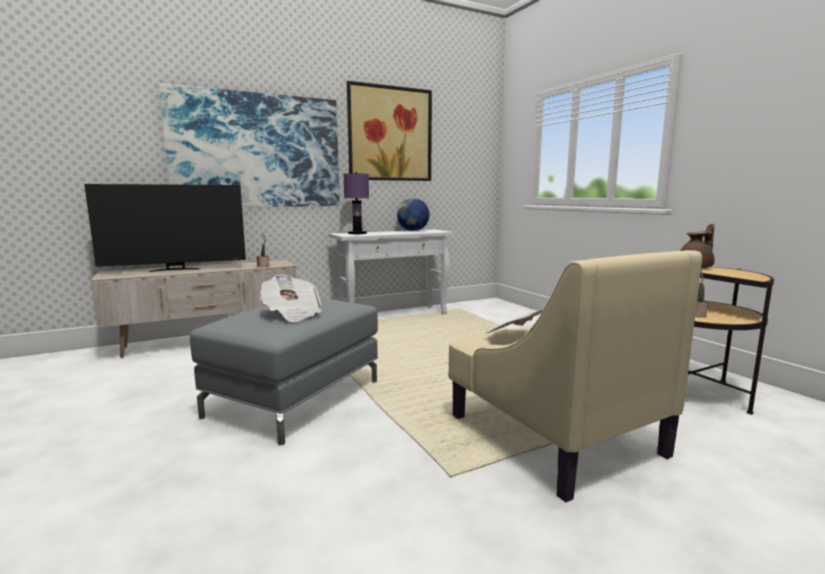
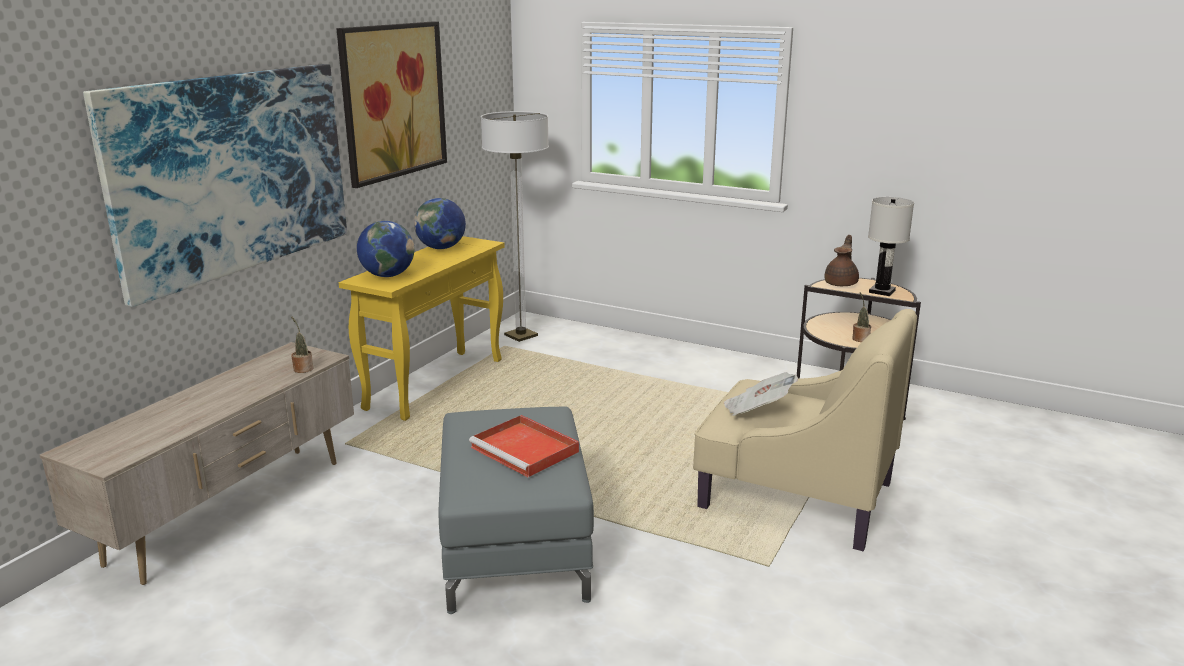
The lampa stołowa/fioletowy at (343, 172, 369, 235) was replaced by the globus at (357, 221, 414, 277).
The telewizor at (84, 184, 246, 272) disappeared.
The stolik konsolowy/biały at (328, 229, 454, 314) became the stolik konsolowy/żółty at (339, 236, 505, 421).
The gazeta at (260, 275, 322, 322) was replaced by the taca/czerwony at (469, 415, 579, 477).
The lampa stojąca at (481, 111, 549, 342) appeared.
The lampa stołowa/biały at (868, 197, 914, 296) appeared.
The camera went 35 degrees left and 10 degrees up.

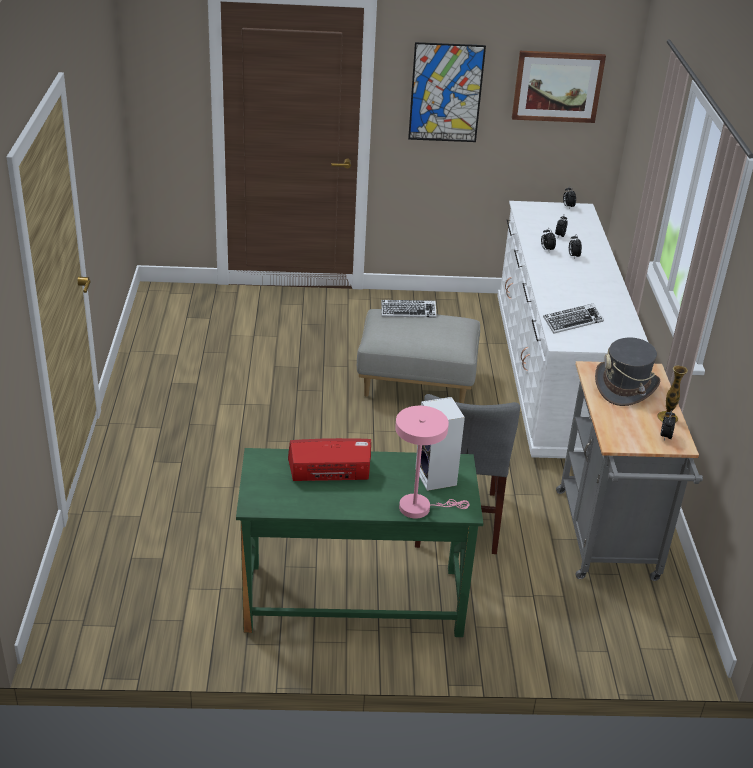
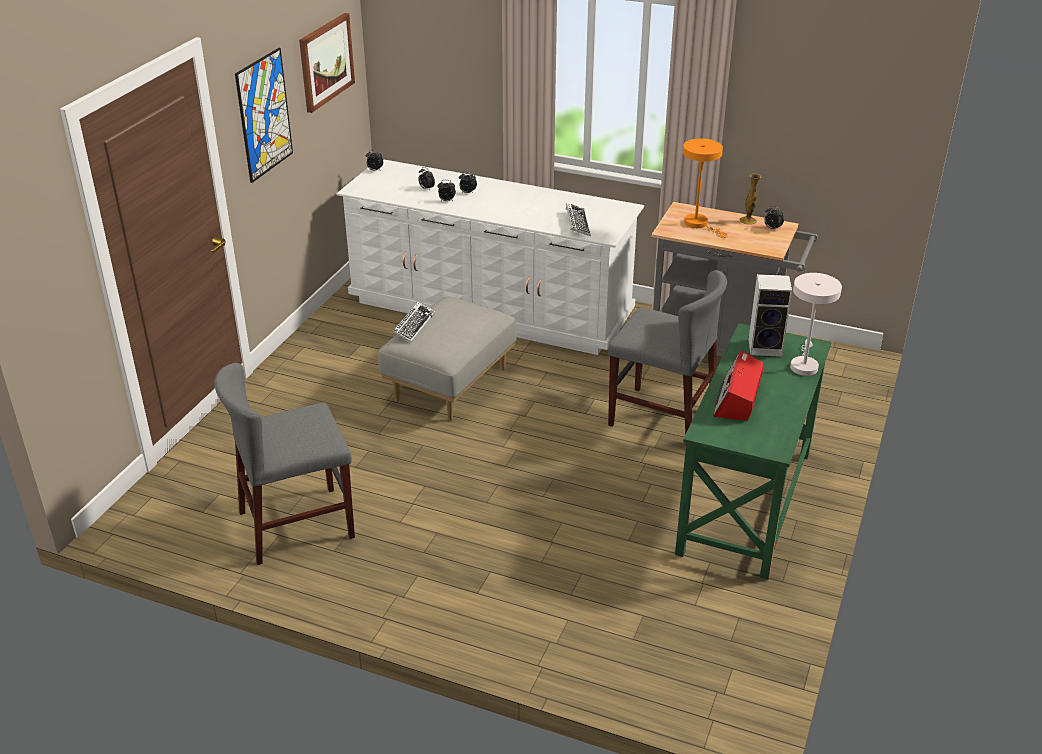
The kapelusz/szary at (595, 338, 661, 406) was replaced by the lampa stołowa/pomarańczowy at (683, 138, 728, 238).
The lampa stołowa/różowy at (395, 406, 470, 519) became the lampa stołowa/biały at (790, 273, 842, 376).
The krzesło/szary at (214, 363, 355, 565) appeared.
The camera went 65 degrees left and 0 degrees up.

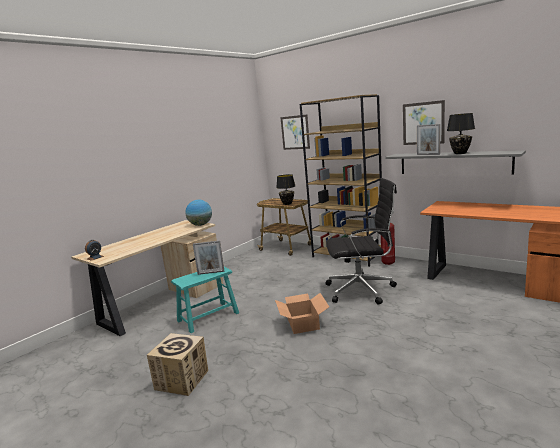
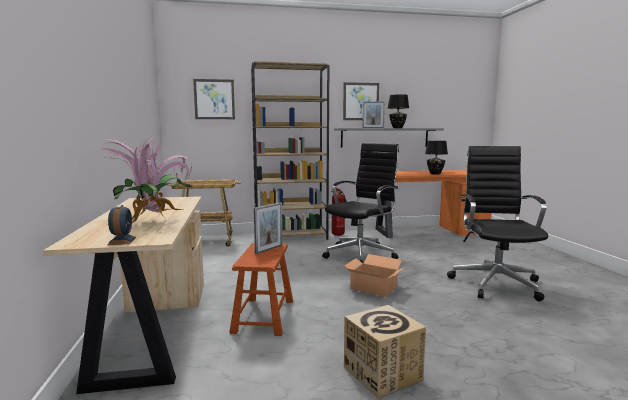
The lampa stołowa/czarny moved from (276, 174, 295, 205) to (425, 141, 448, 175).
The globus at (185, 200, 212, 226) disappeared.
The stołek/turkusowy at (171, 267, 239, 333) became the stołek/brązowy at (229, 243, 293, 336).
The roślina doniczkowa at (103, 136, 192, 223) appeared.
The krzesło biurowe/czarny at (447, 146, 548, 301) appeared.
The camera went 50 degrees left and 5 degrees down.

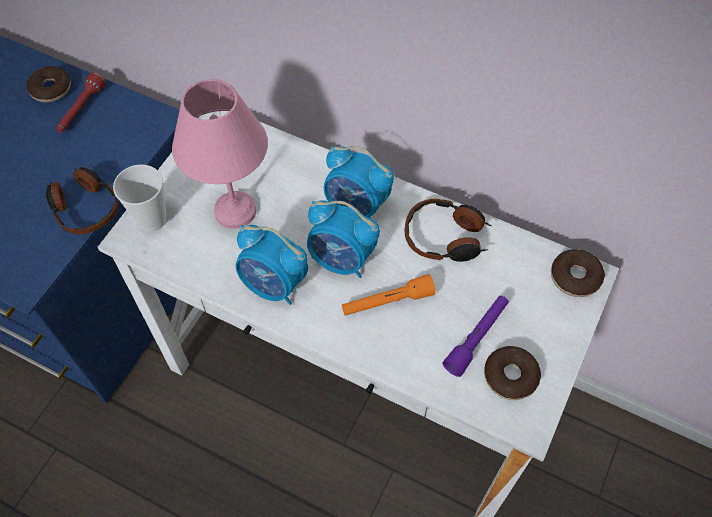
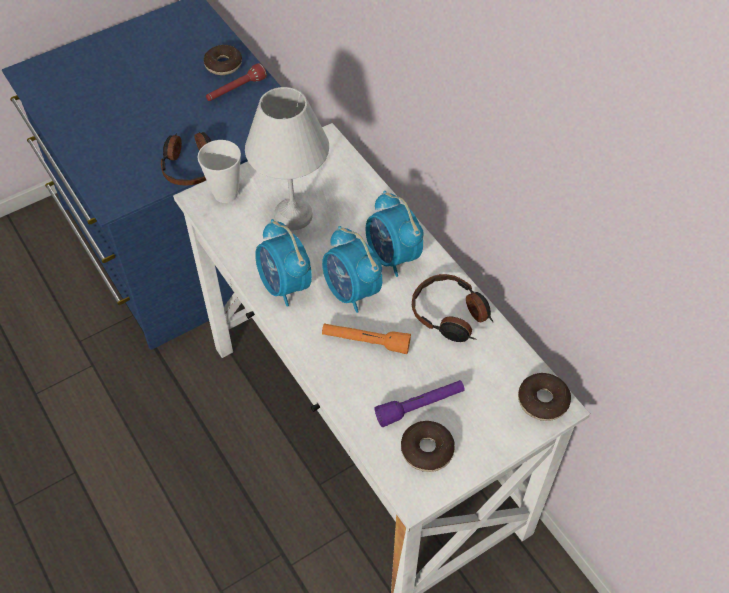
The lampa stołowa/różowy at (172, 79, 268, 229) became the lampa stołowa/biały at (245, 87, 329, 231).
The camera went 30 degrees right and 5 degrees down.

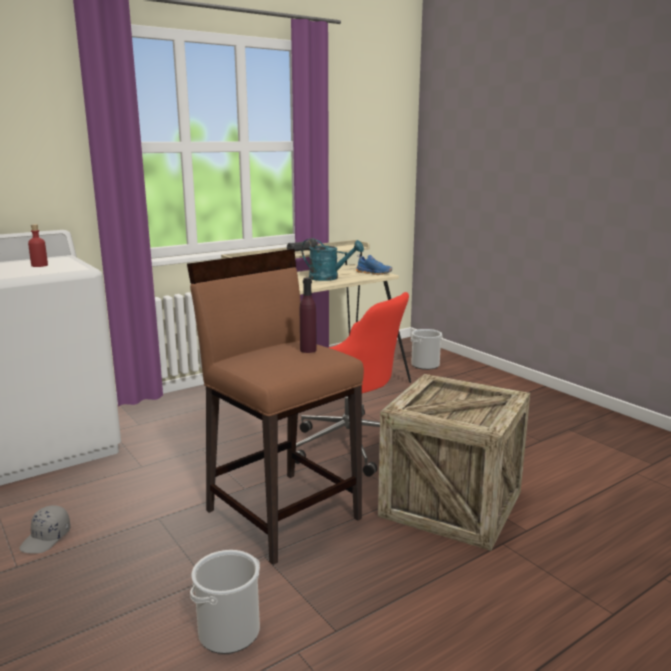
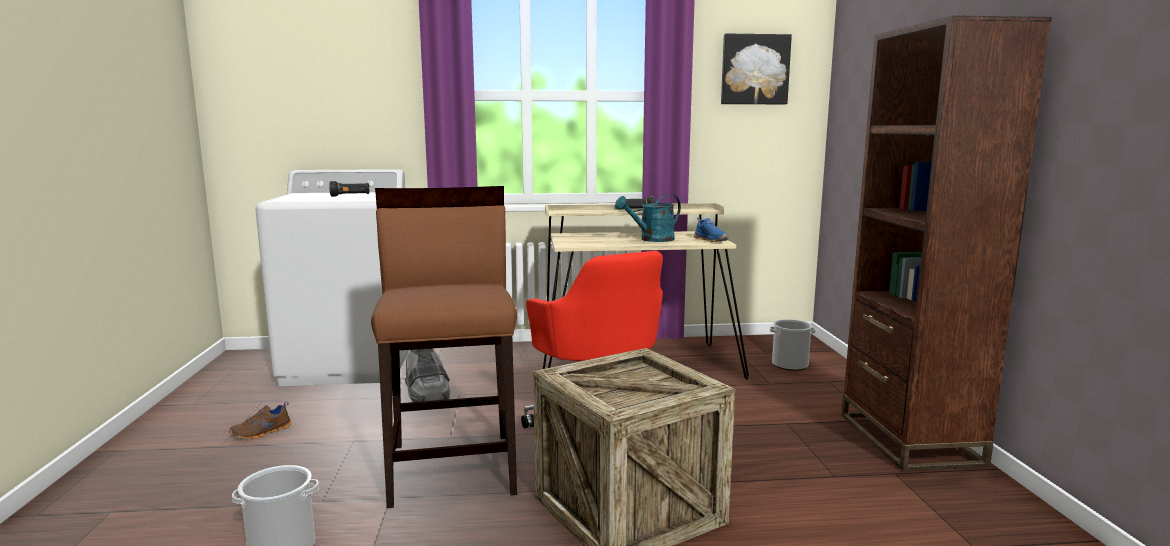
The butelka/czerwony at (28, 224, 48, 267) was replaced by the latarka/czarny at (329, 181, 369, 197).
The konewka/turkusowy at (301, 238, 364, 281) turned 105 degrees clockwise.
The butelka/fioletowy at (300, 278, 316, 353) disappeared.
The czapka z daszkiem/szary at (19, 505, 70, 554) was replaced by the but/brązowy at (229, 402, 291, 439).
The regał/brązowy at (841, 15, 1052, 471) appeared.
The obraz at (721, 34, 792, 104) appeared.
The but z cholewką/szary at (405, 348, 451, 402) appeared.
The camera went 30 degrees right and 5 degrees down.

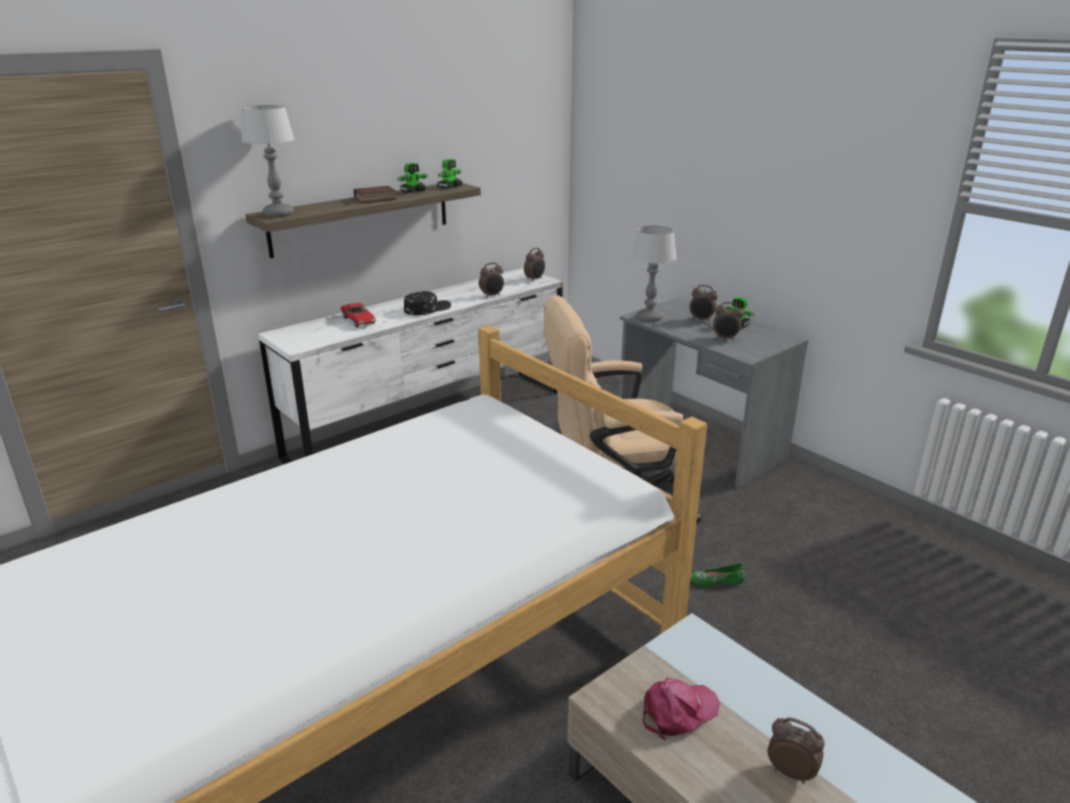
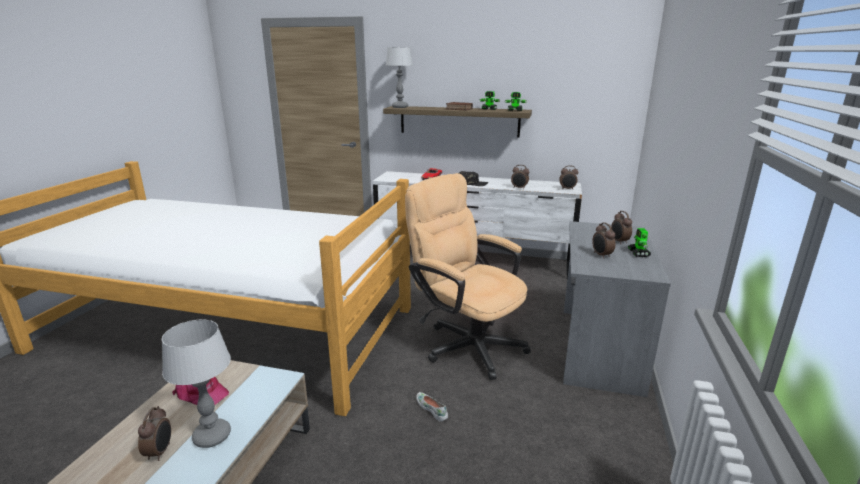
The lampa stołowa moved from (631, 225, 676, 322) to (162, 319, 231, 448).
The but/zielony at (690, 563, 745, 587) became the but/biały at (416, 392, 448, 421).
The camera went 55 degrees right and 5 degrees down.

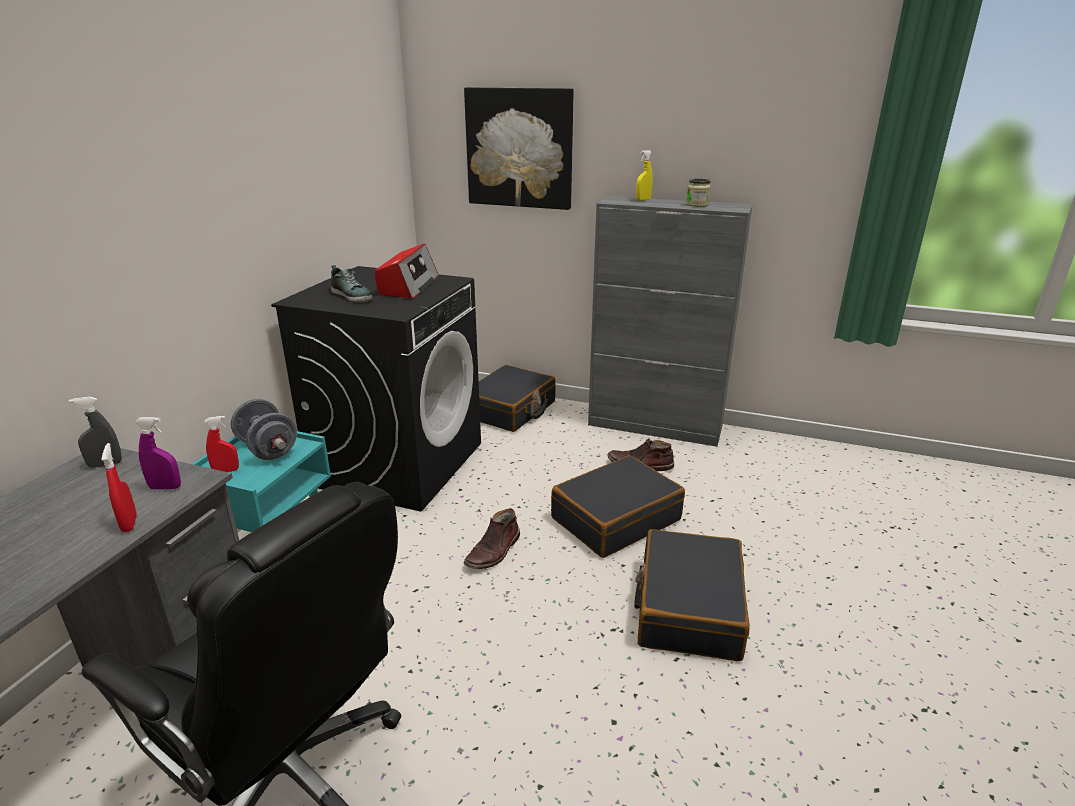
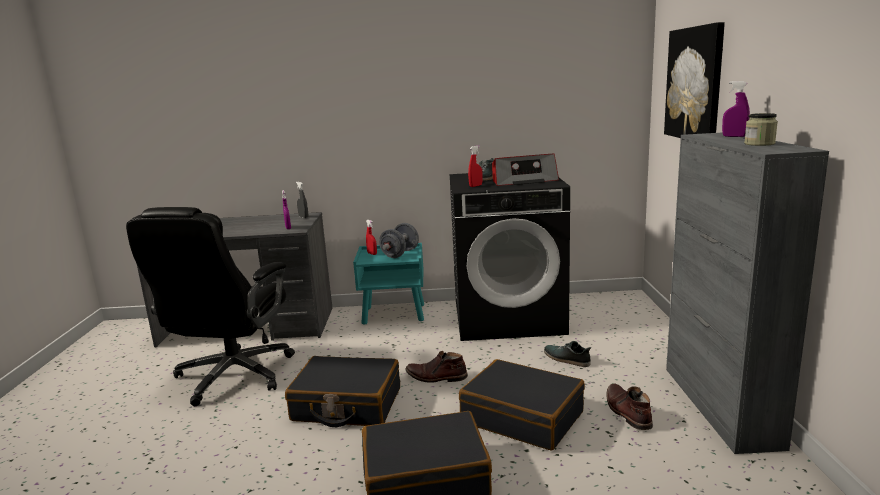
The spryskiwacz/żółty at (636, 150, 653, 201) became the spryskiwacz/fioletowy at (722, 81, 750, 137).
The walizka/czarny moved from (479, 365, 556, 432) to (285, 356, 400, 427).
The spryskiwacz/czerwony moved from (101, 443, 137, 532) to (468, 145, 483, 187).
The but at (544, 341, 591, 367) appeared.
The camera went 70 degrees right and 10 degrees down.

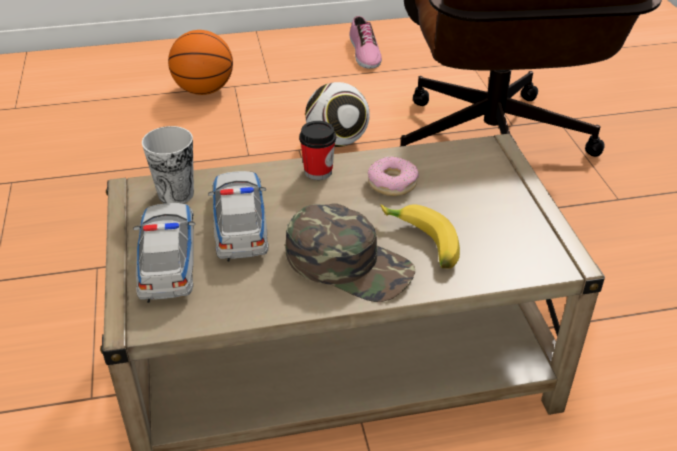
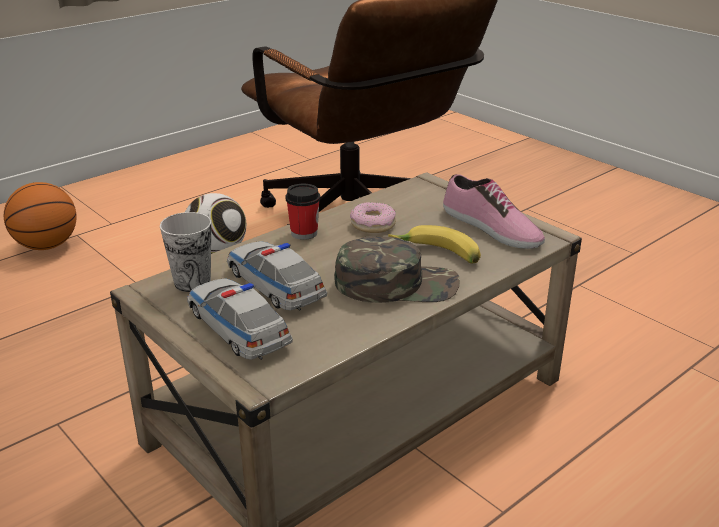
The but moved from (350, 16, 382, 69) to (443, 174, 545, 249).
The camera went 30 degrees left and 10 degrees down.

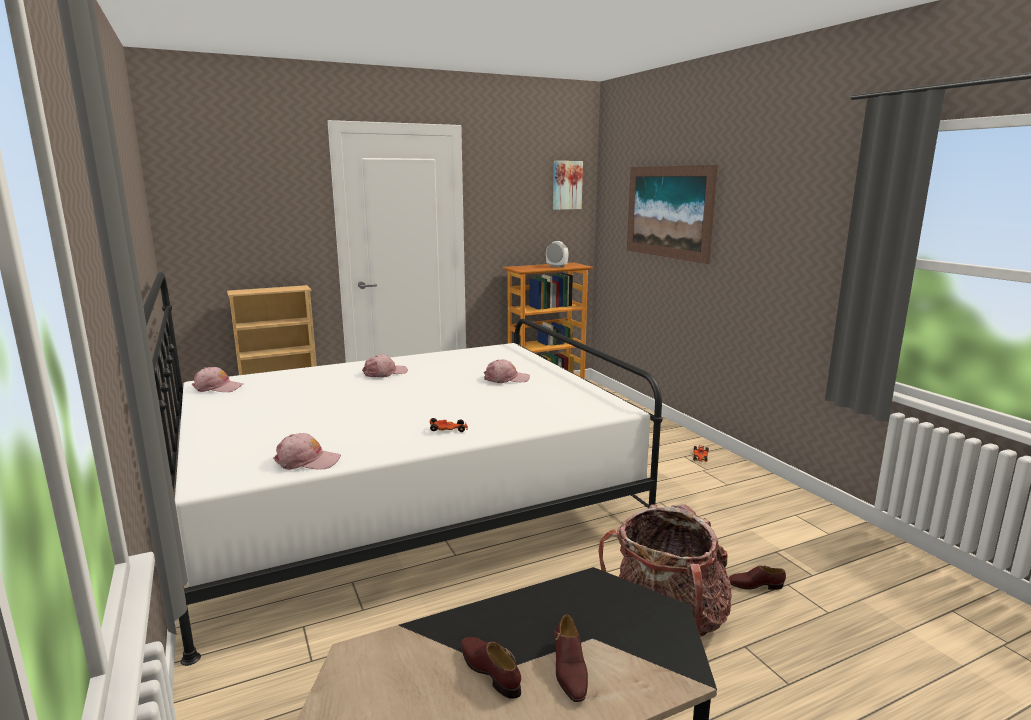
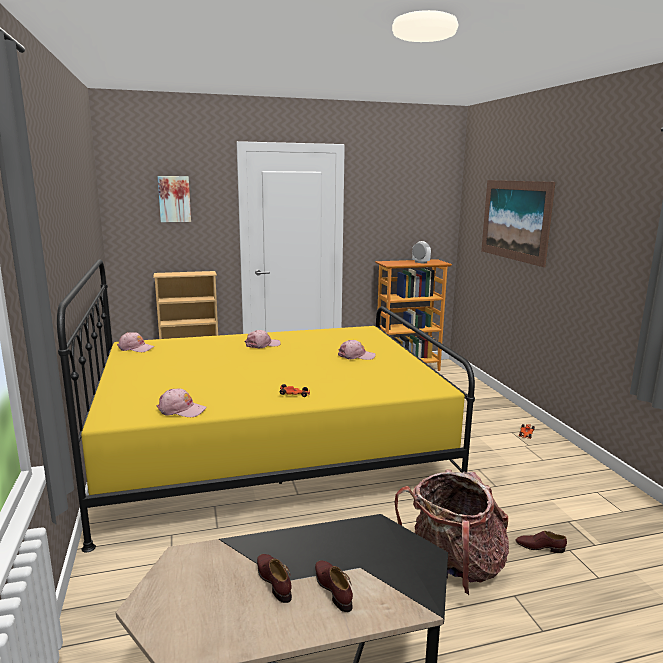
The obraz moved from (553, 161, 583, 210) to (157, 176, 191, 222).
The łóżko/biały at (143, 272, 663, 666) became the łóżko/żółty at (57, 259, 475, 552).
The but/brązowy at (554, 614, 588, 702) turned 150 degrees clockwise.
The camera went 10 degrees right and 0 degrees up.

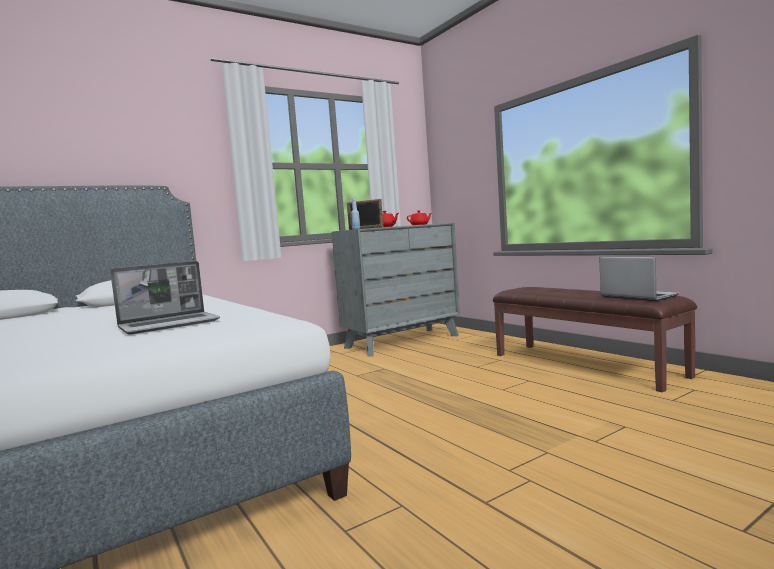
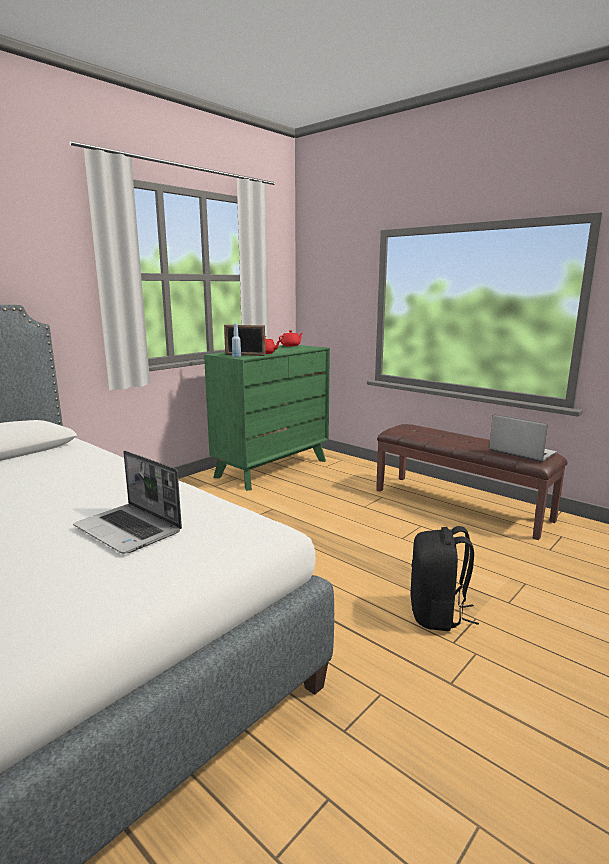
The komoda/szary at (332, 223, 460, 357) became the komoda/zielony at (204, 345, 330, 491).
The laptop at (110, 261, 220, 335) turned 90 degrees clockwise.
The plecak/czarny at (411, 526, 479, 631) appeared.
The camera went 15 degrees left and 10 degrees up.

